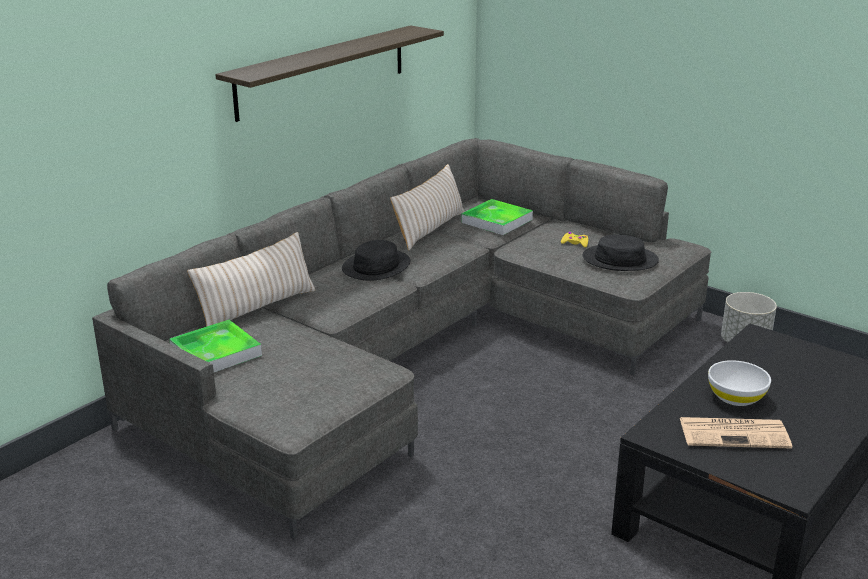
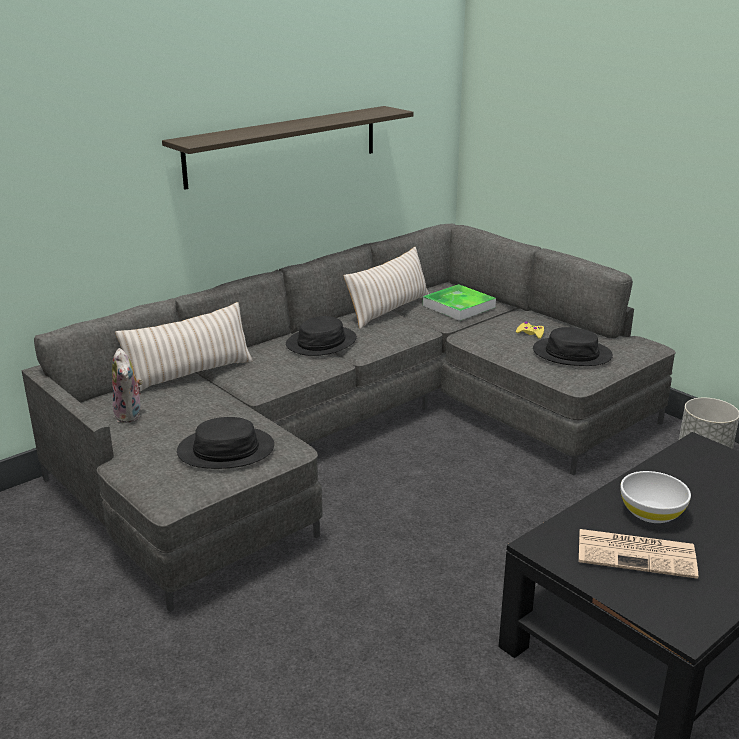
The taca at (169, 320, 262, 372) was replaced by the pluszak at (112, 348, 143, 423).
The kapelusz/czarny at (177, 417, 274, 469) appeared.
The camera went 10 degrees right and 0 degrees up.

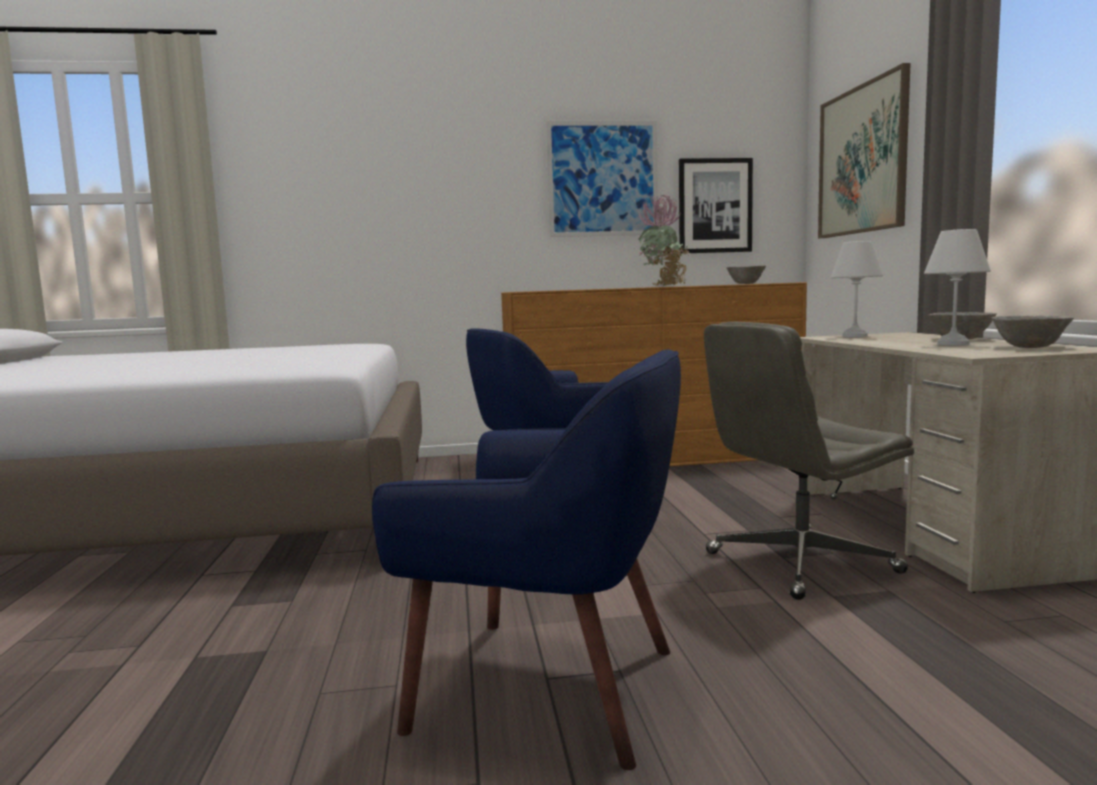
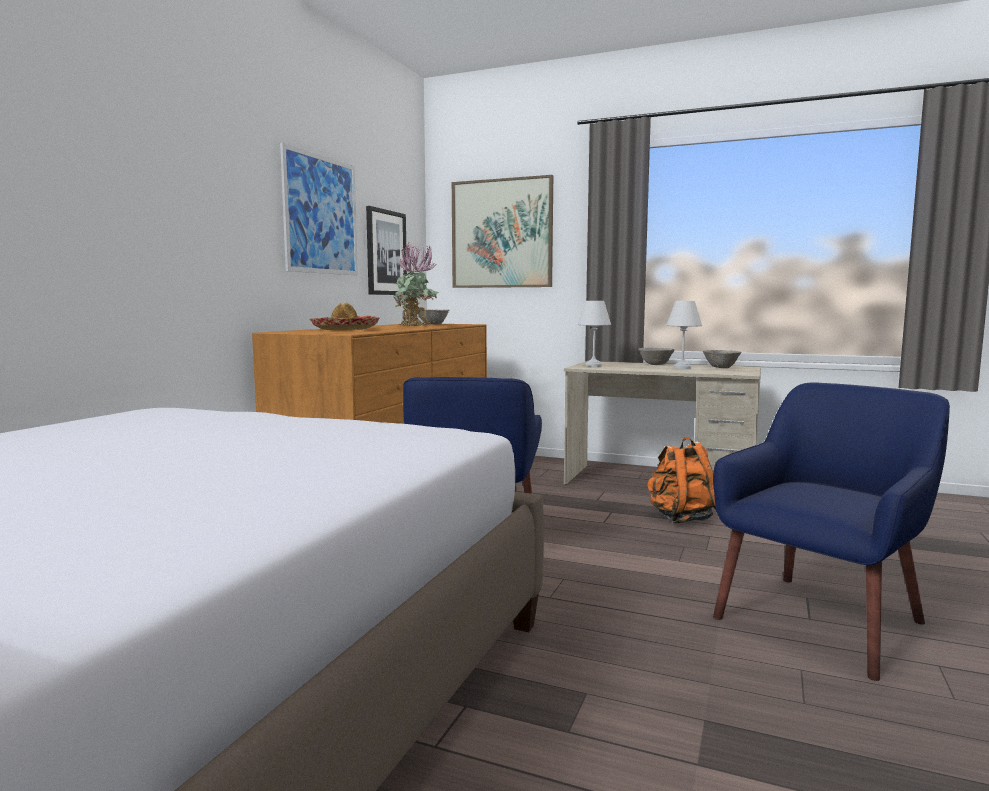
The krzesło biurowe/szary at (704, 321, 914, 600) was replaced by the plecak/pomarańczowy at (647, 437, 717, 524).
The kapelusz at (310, 302, 379, 330) appeared.
The camera went 60 degrees left and 0 degrees up.

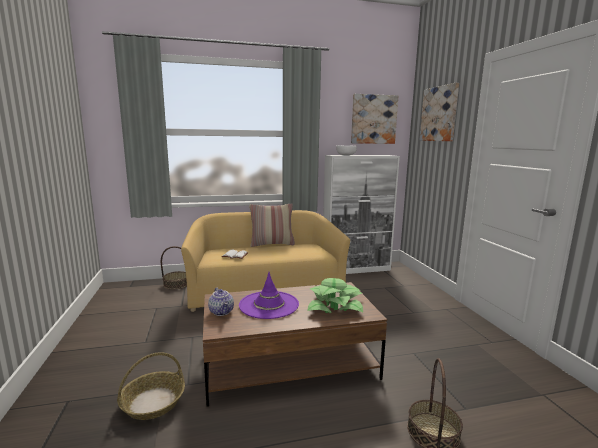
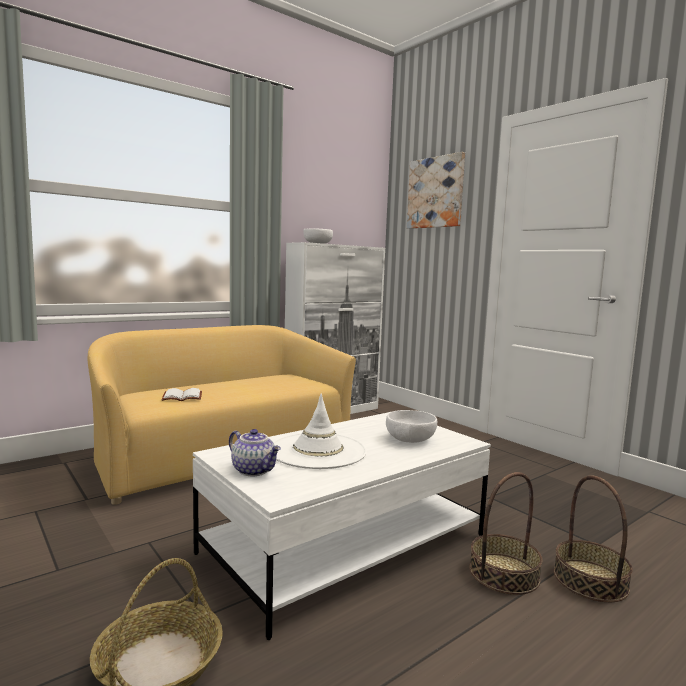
The obraz at (351, 94, 398, 144) disappeared.
The poduszka at (249, 203, 295, 247) disappeared.
The koszyk moved from (161, 246, 187, 289) to (469, 472, 542, 595).
The kapelusz/fioletowy at (239, 272, 299, 319) became the kapelusz/biały at (273, 393, 367, 469).
The roślina doniczkowa at (307, 278, 363, 313) was replaced by the miska/biały at (386, 410, 437, 443).
The ława/brązowy at (203, 282, 387, 407) became the ława/biały at (193, 411, 491, 640).
The camera went 25 degrees left and 5 degrees down.

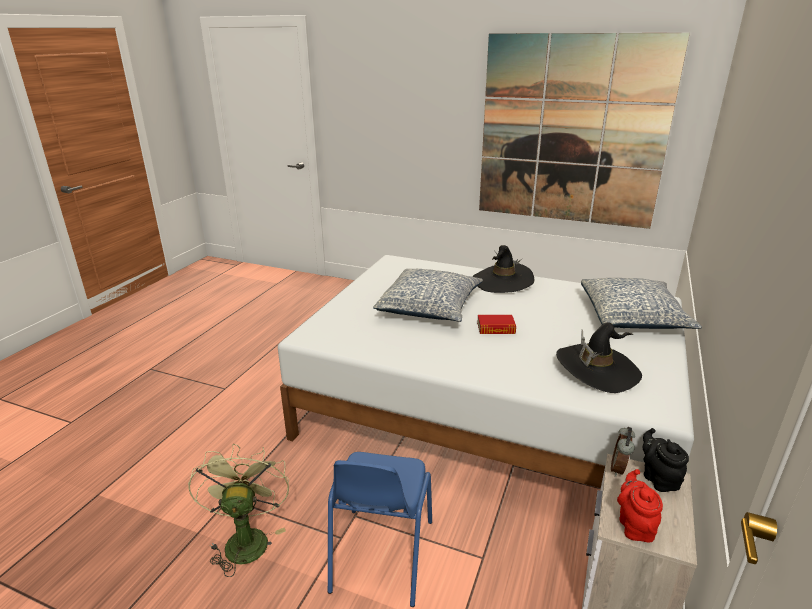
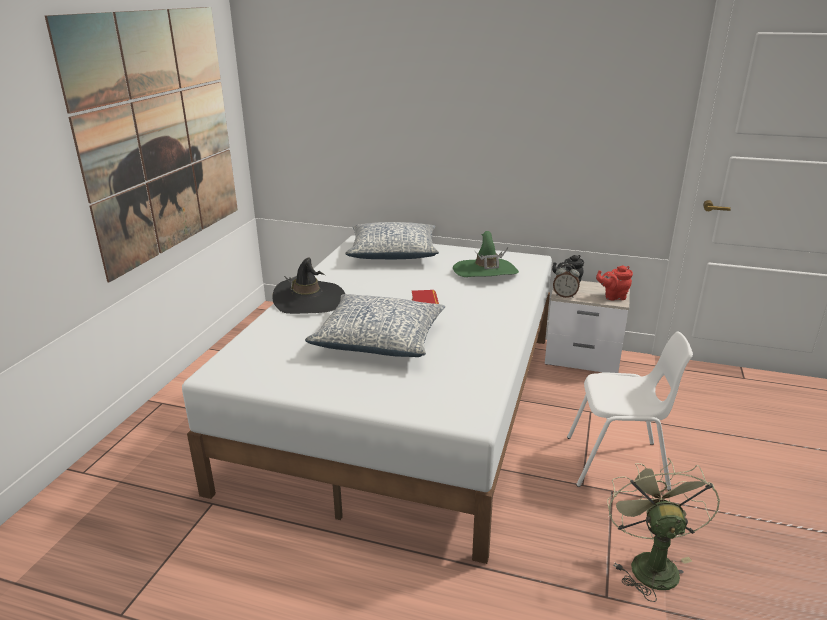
The kapelusz/czarny at (556, 322, 642, 393) became the kapelusz/zielony at (453, 231, 519, 277).
The wentylator/zielony at (188, 444, 289, 577) turned 105 degrees clockwise.
The krzesło/niebieski at (328, 452, 432, 607) became the krzesło/biały at (567, 332, 693, 490).
The camera went 95 degrees left and 0 degrees up.

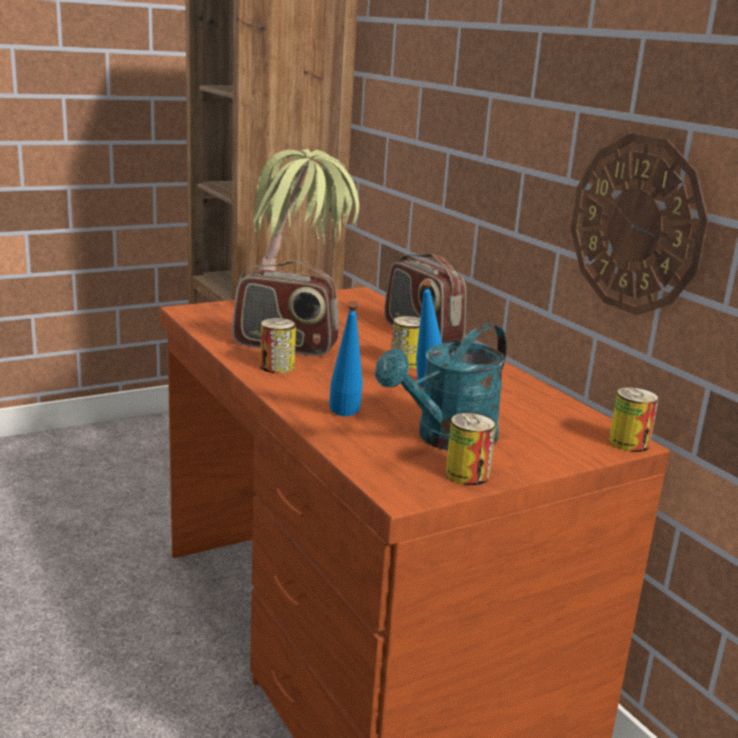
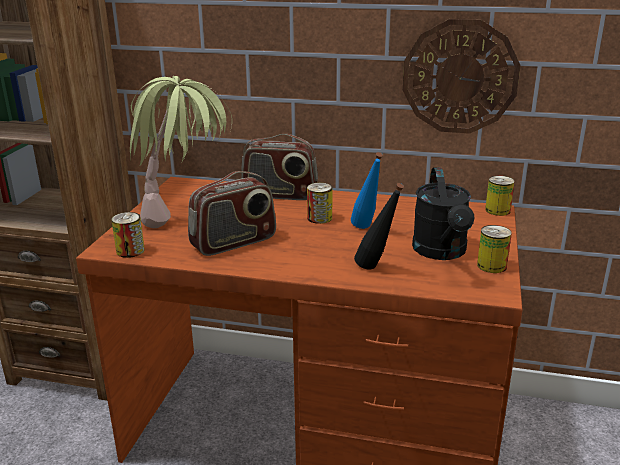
The butelka/niebieski at (329, 301, 363, 416) became the butelka/czarny at (354, 183, 404, 270).
The puszka moved from (260, 318, 296, 373) to (111, 212, 145, 258).
The konewka/turkusowy at (375, 323, 507, 450) became the konewka/czarny at (412, 167, 475, 260).
The camera went 45 degrees left and 5 degrees up.

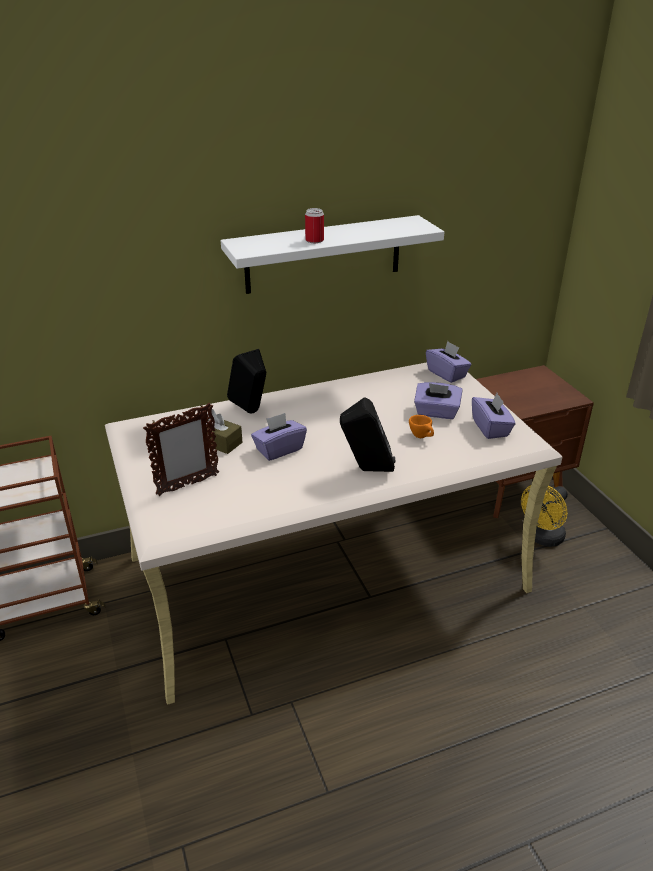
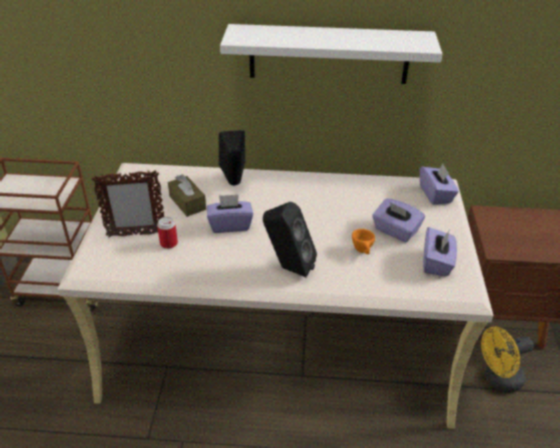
The puszka moved from (305, 208, 324, 243) to (157, 217, 178, 249).
The camera went 25 degrees right and 5 degrees up.

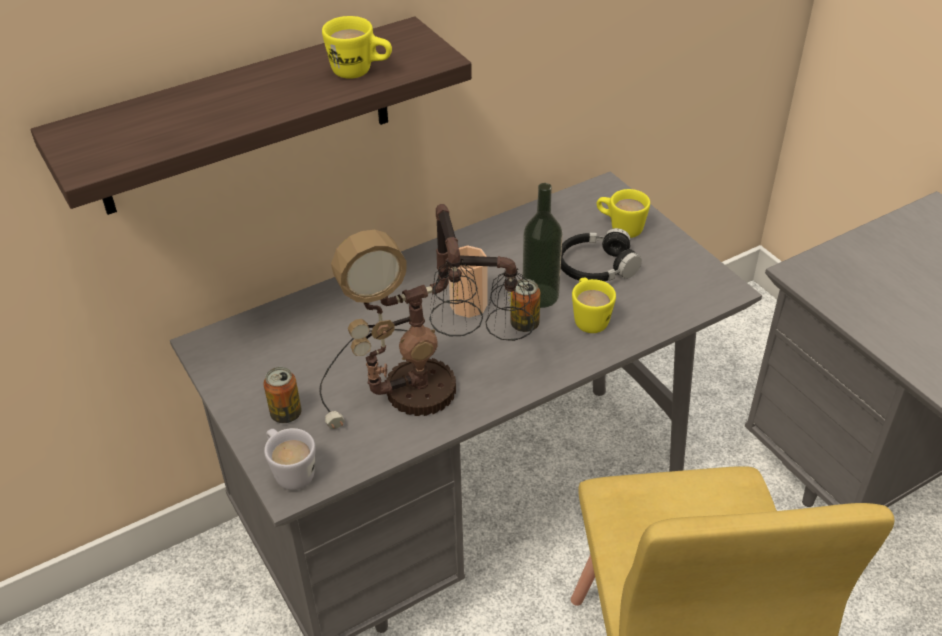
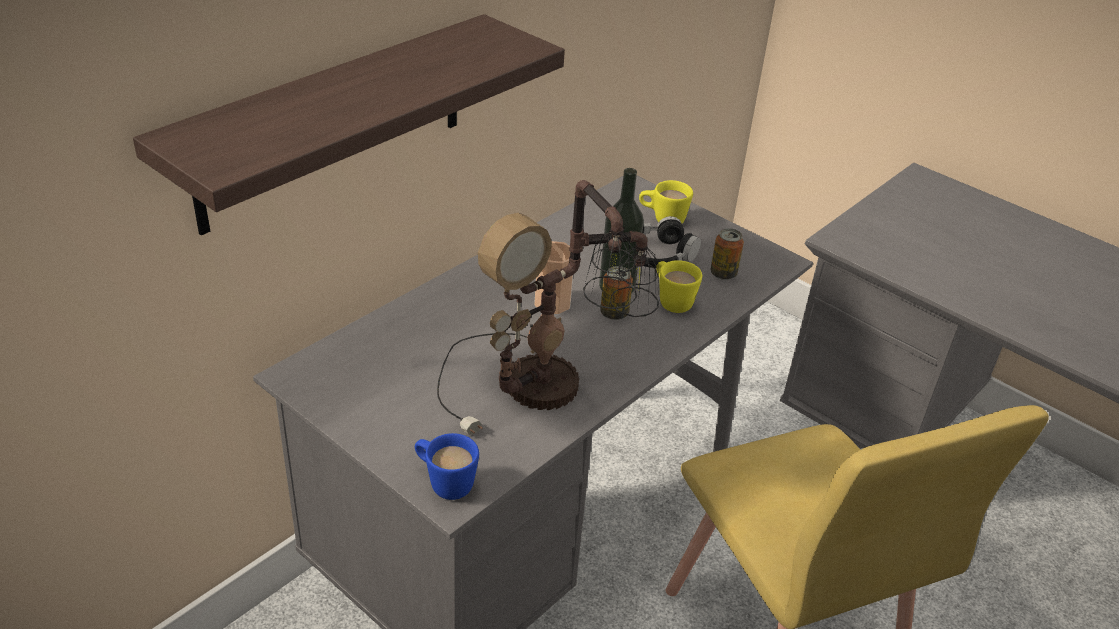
The kubek/żółty at (322, 16, 392, 79) disappeared.
The puszka moved from (263, 367, 302, 423) to (711, 228, 744, 280).
The kubek/biały at (264, 428, 315, 490) became the kubek/niebieski at (415, 433, 479, 500).
The camera went 20 degrees left and 5 degrees down.

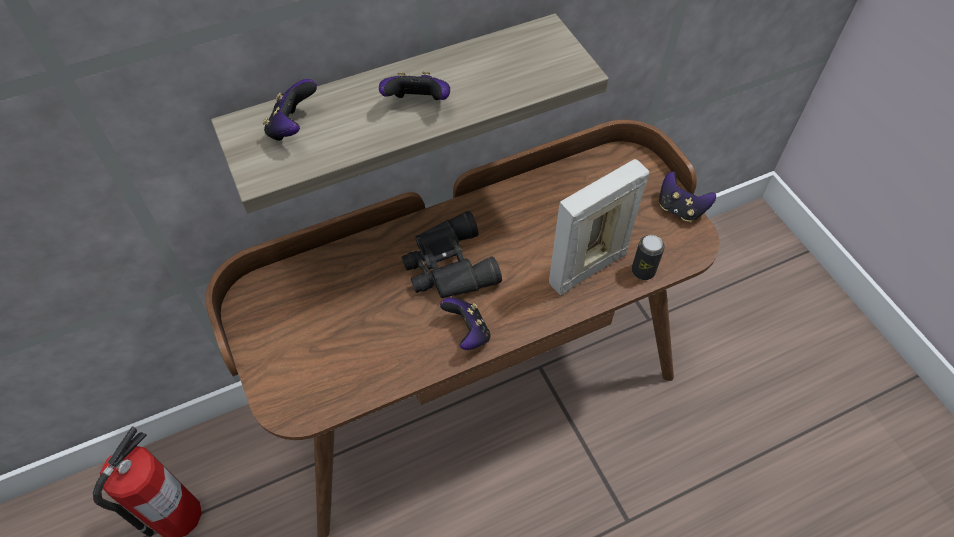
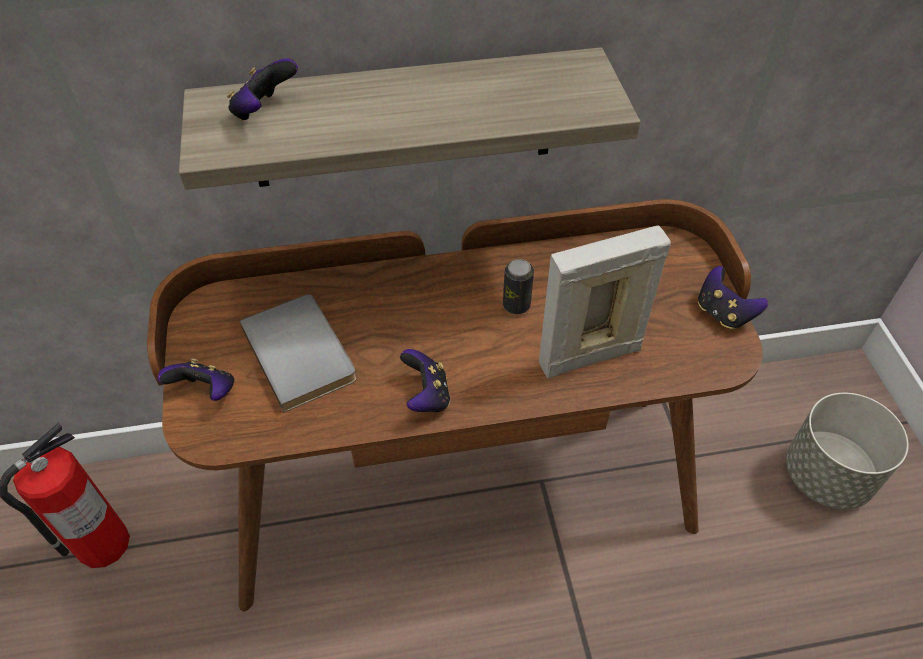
The pad do gier moved from (379, 71, 450, 100) to (158, 358, 234, 401).
The lornetka/czarny at (402, 211, 502, 298) disappeared.
The puszka moved from (631, 235, 665, 280) to (503, 259, 534, 314).
The książka/szary at (240, 294, 356, 413) appeared.
The donica/szary at (786, 392, 909, 509) appeared.
The camera went 15 degrees right and 5 degrees down.

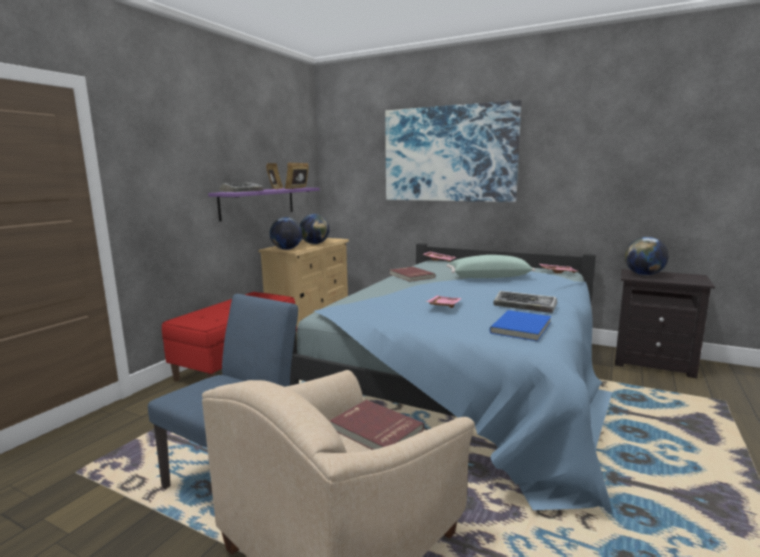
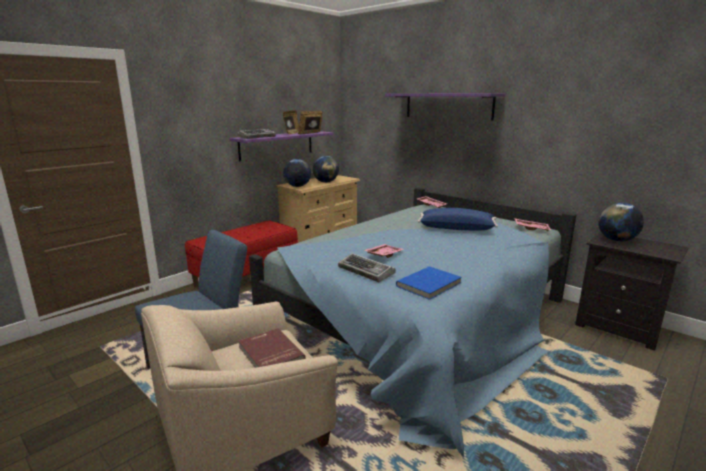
The obraz at (385, 100, 521, 202) was replaced by the półka/fioletowy at (385, 93, 505, 120).
The poduszka/zielony at (447, 255, 535, 278) became the poduszka/niebieski at (418, 208, 498, 230).
The książka/czerwony at (390, 267, 435, 282) disappeared.
The klawiatura moved from (494, 291, 557, 313) to (338, 253, 396, 282).
The camera went 15 degrees right and 5 degrees up.

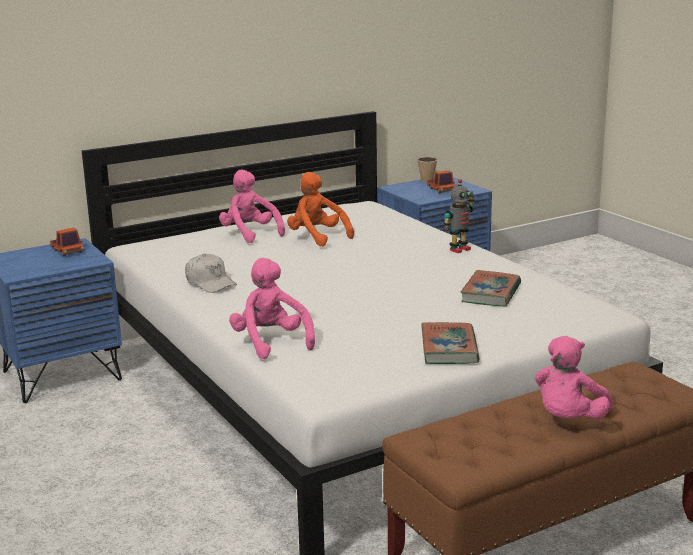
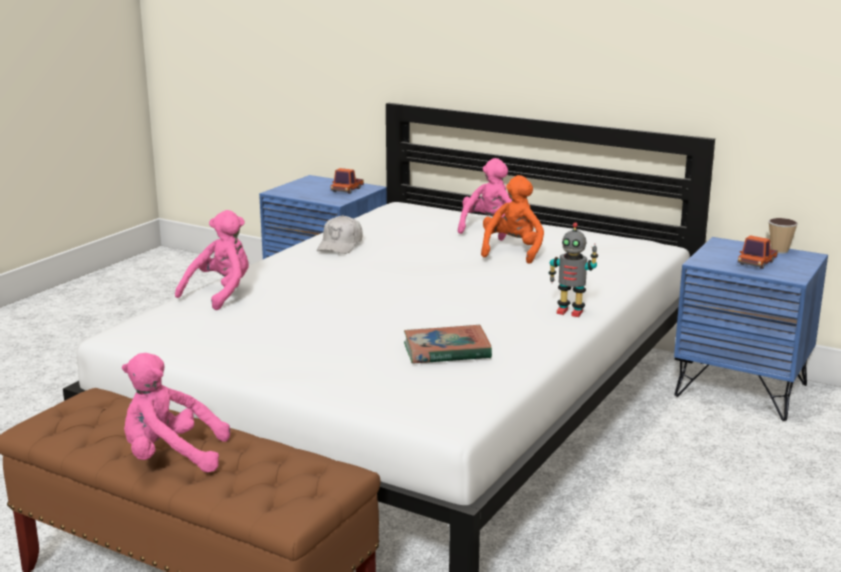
The książka at (421, 322, 479, 364) disappeared.
The camera went 60 degrees right and 0 degrees up.

